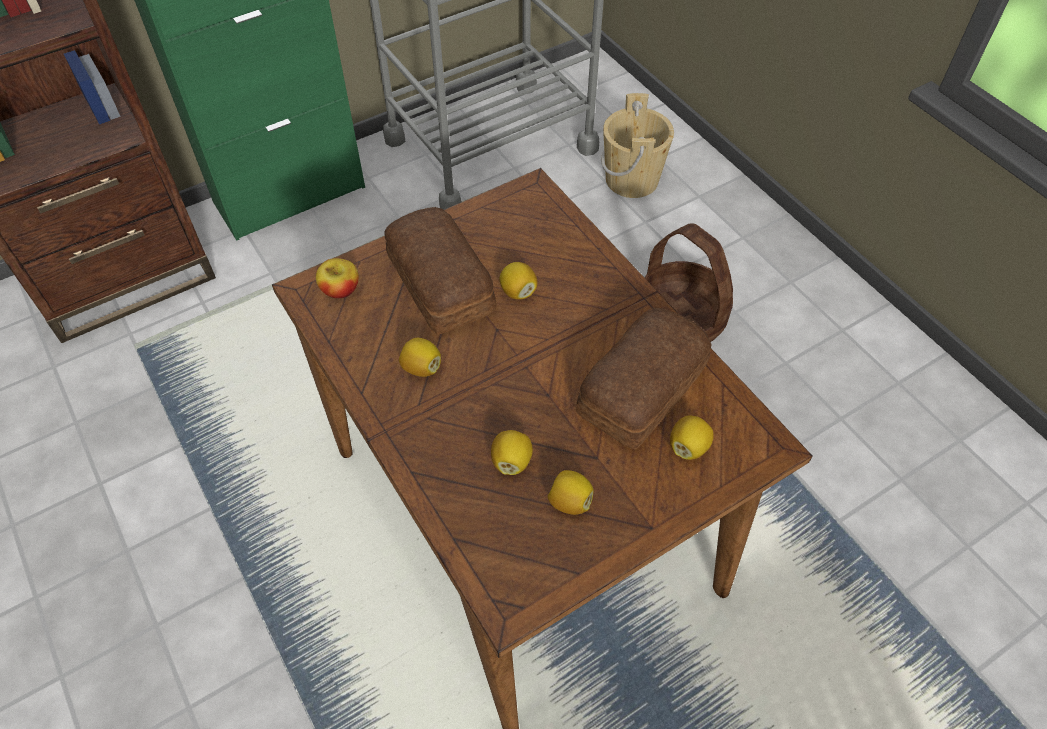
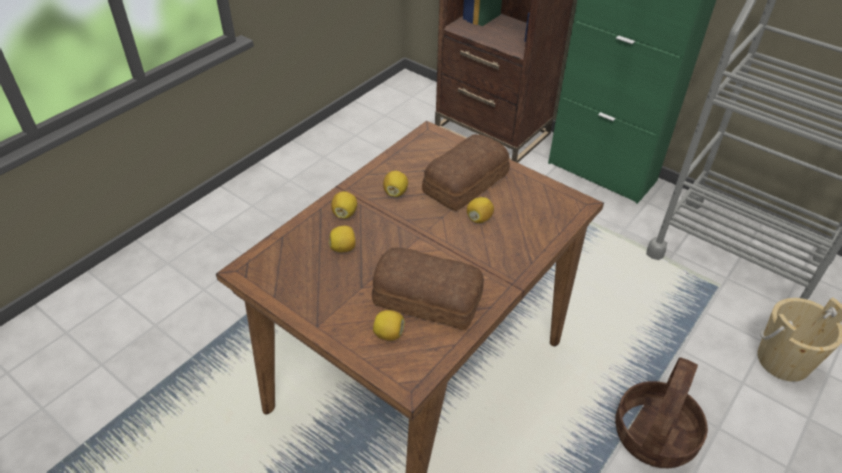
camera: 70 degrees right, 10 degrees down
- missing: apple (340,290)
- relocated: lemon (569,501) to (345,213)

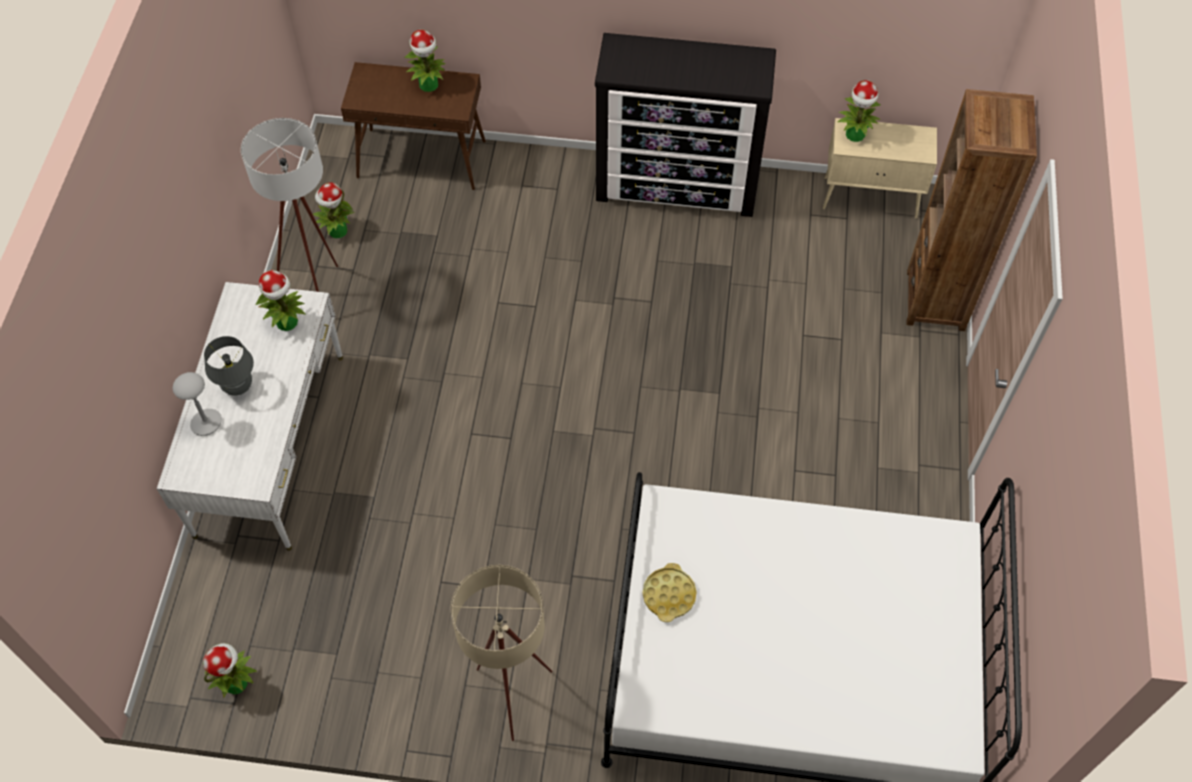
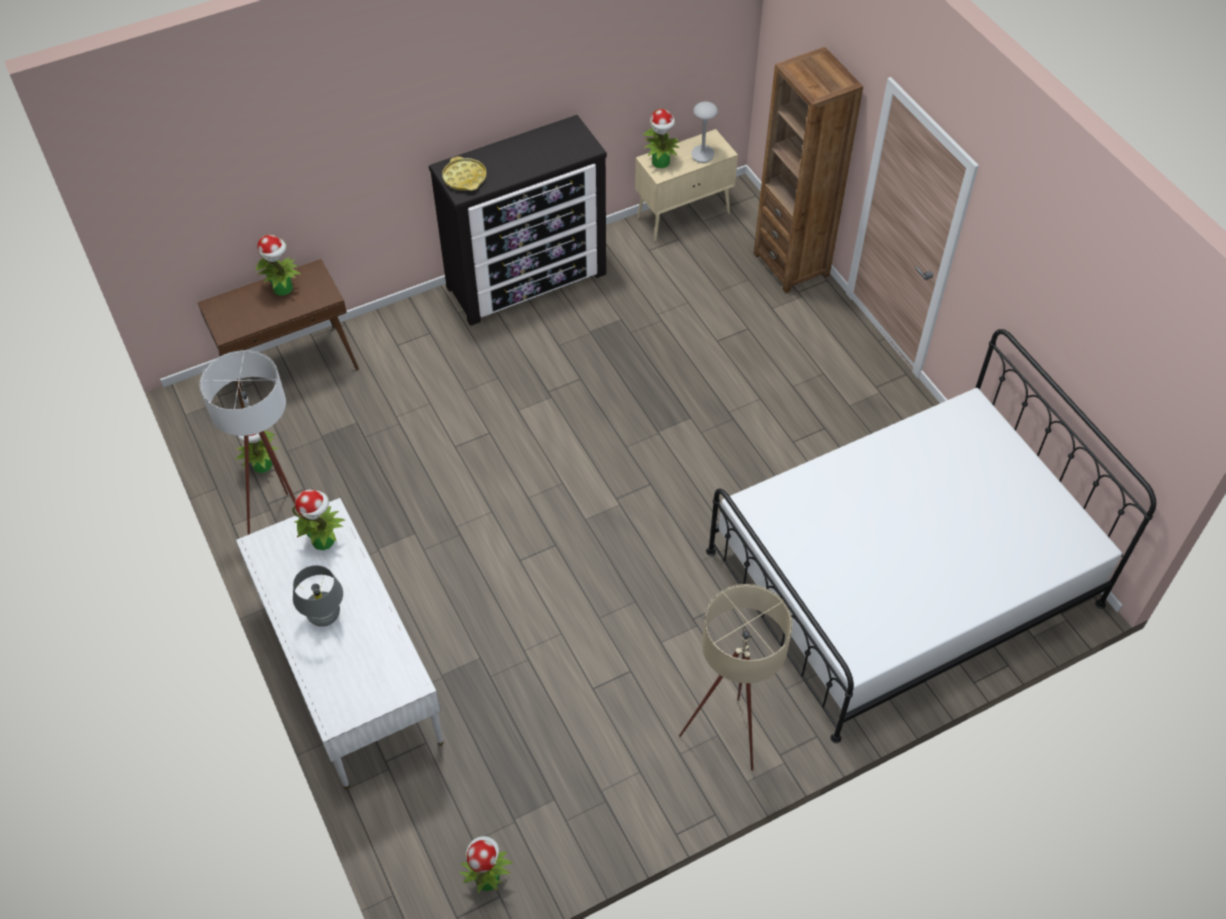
camera: 35 degrees left, 5 degrees down
- relocated: table lamp/grey (206,423) to (702,155)
- relocated: tray/yellow (669,595) to (464,178)

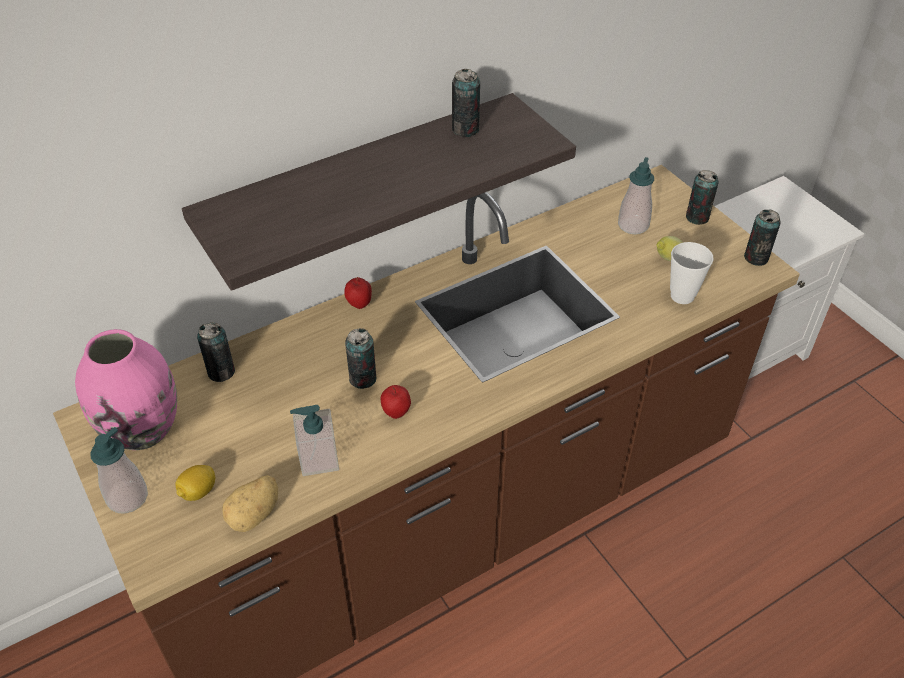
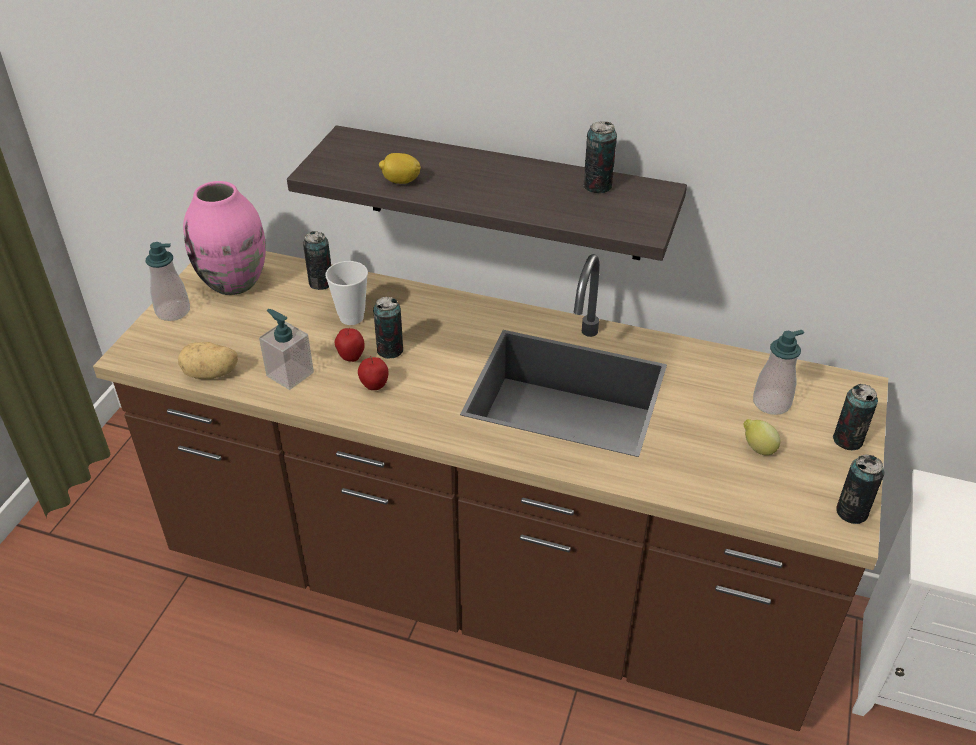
camera: 50 degrees right, 5 degrees down
- relocated: lemon (198,492) to (401,181)
- relocated: apple (359,305) to (351,357)
- relocated: cup (682,296) to (351,317)

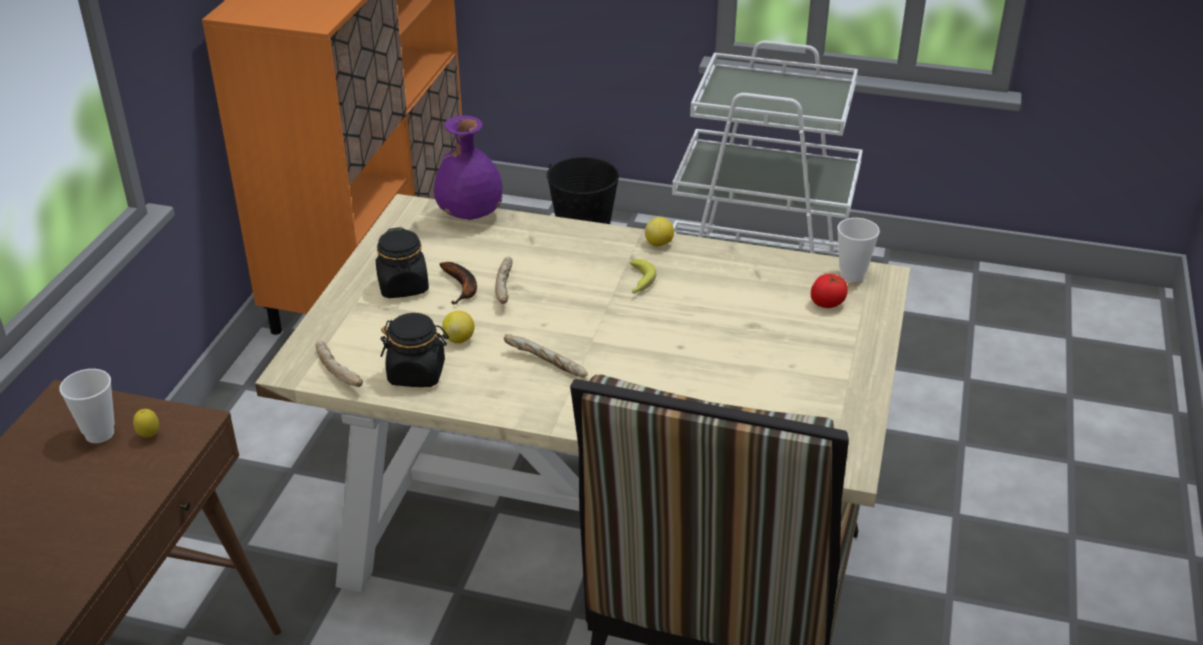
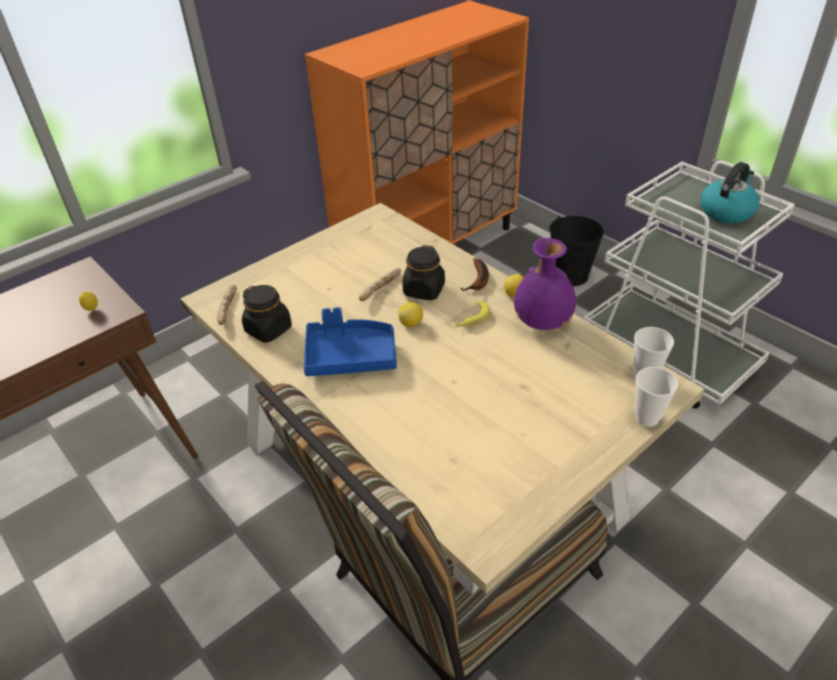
camera: 35 degrees right, 5 degrees up
- relocated: cup (99,434) to (647,418)
- relocated: jar/black (403,286) to (424,290)
- relocated: vase/purple (470,215) to (542,322)
- relocated: banana (462,287) to (478,280)
- relocated: lemon (459,339) to (411,323)
- exchanged: bread (545,364) to tray/blue (350,356)
- missing: tomato (827,303)
- appeared: kettle (726,211)

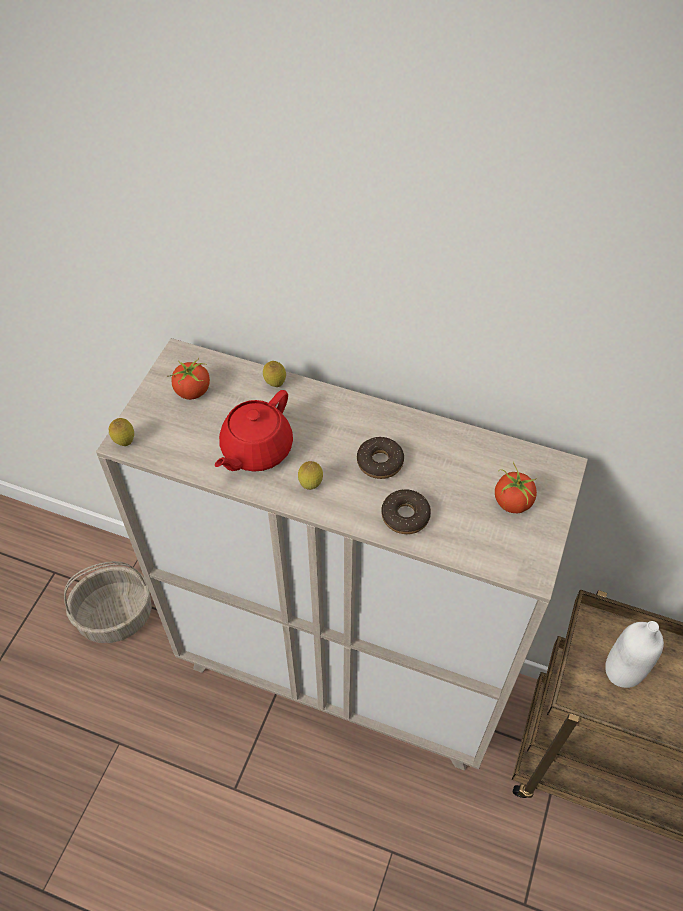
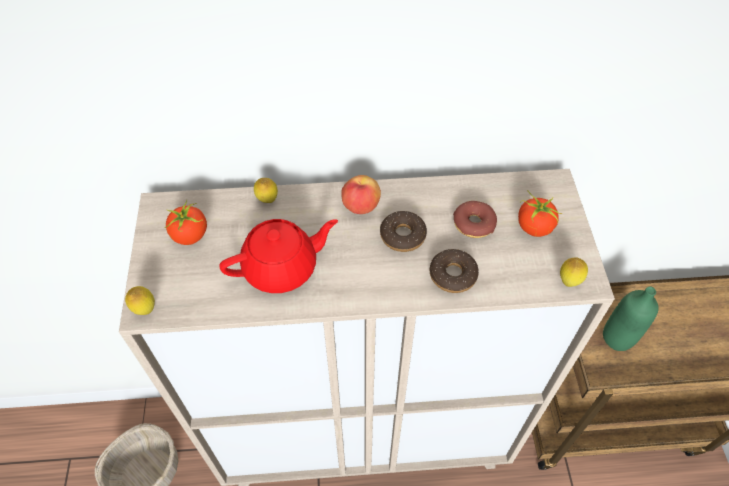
camera: 25 degrees left, 0 degrees up
- spun: teapot/red (255,450) = (282,268) 120 degrees counterclockwise
- relocated: lemon (311,485) to (569,281)
- colour: bottle/white (622,671) to bottle/green (617,338)
- appeared: apple (361,206)
- appeared: donut (473,224)

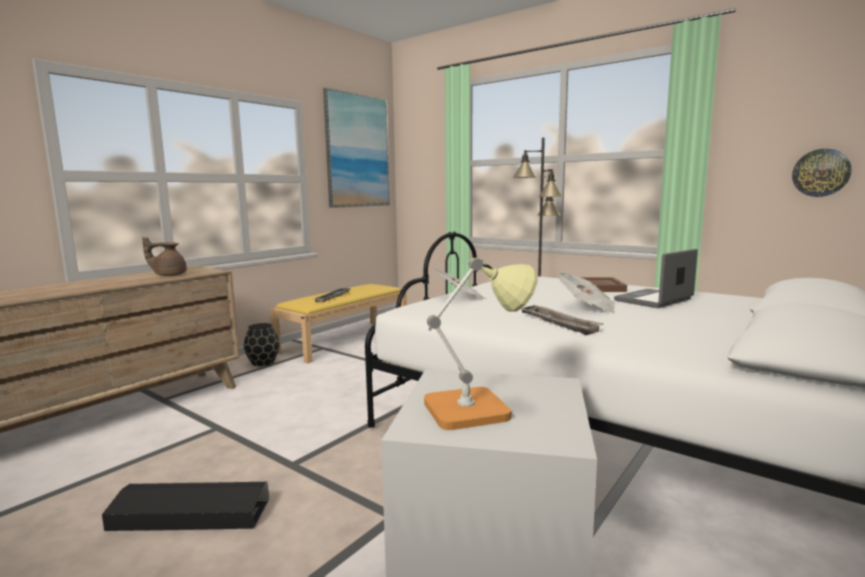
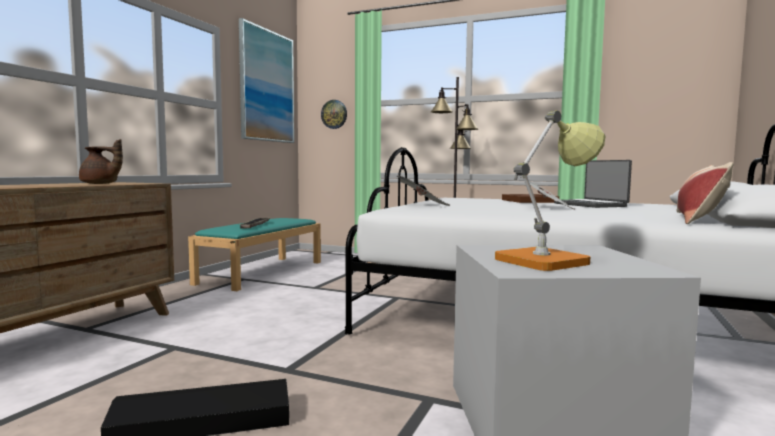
camera: 15 degrees left, 5 degrees down
- spun: teapot/brown (169,275) = (100,184) 150 degrees counterclockwise
- missing: vase/black (262,362)
- colour: bench/yellow (345,340) to bench/turquoise (262,272)
- missing: tray (558,323)
- spun: laptop (654,300) = (591,205) 60 degrees counterclockwise
- relocated: wall clock (821,173) to (334,114)
- appeared: pillow (699,218)

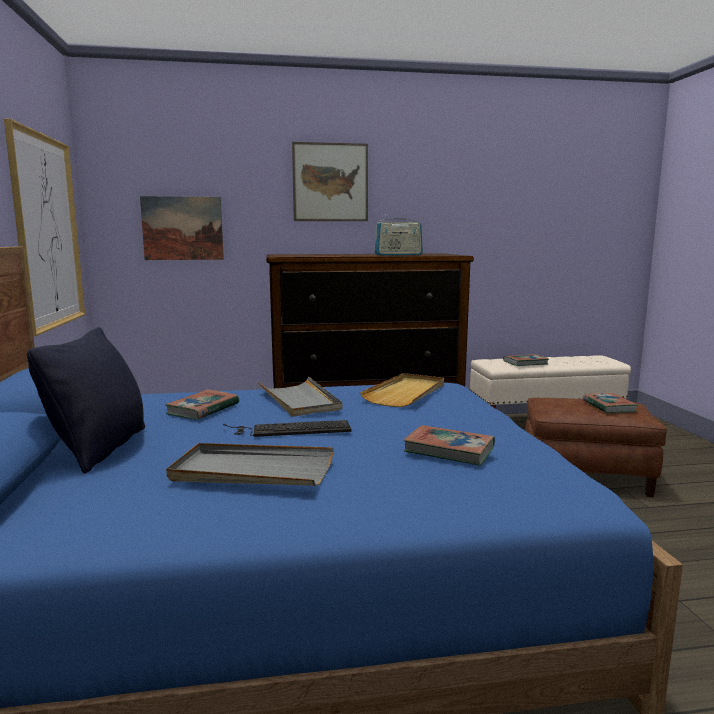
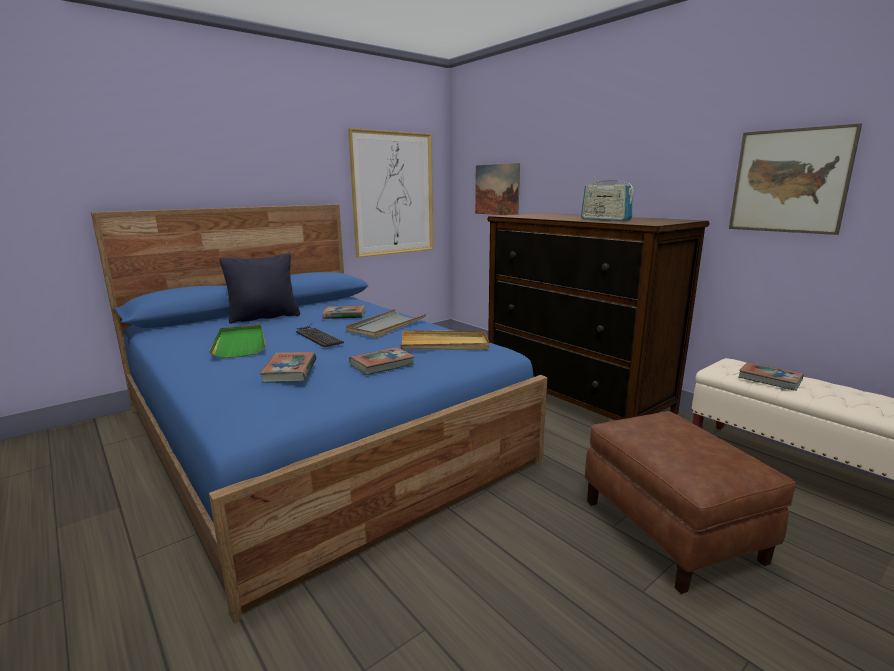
camera: 60 degrees right, 5 degrees up
- colour: tray/grey (252,471) to tray/green (240,343)
- relocated: picture (330,182) to (789,181)
- relocated: book (608,406) to (382,365)

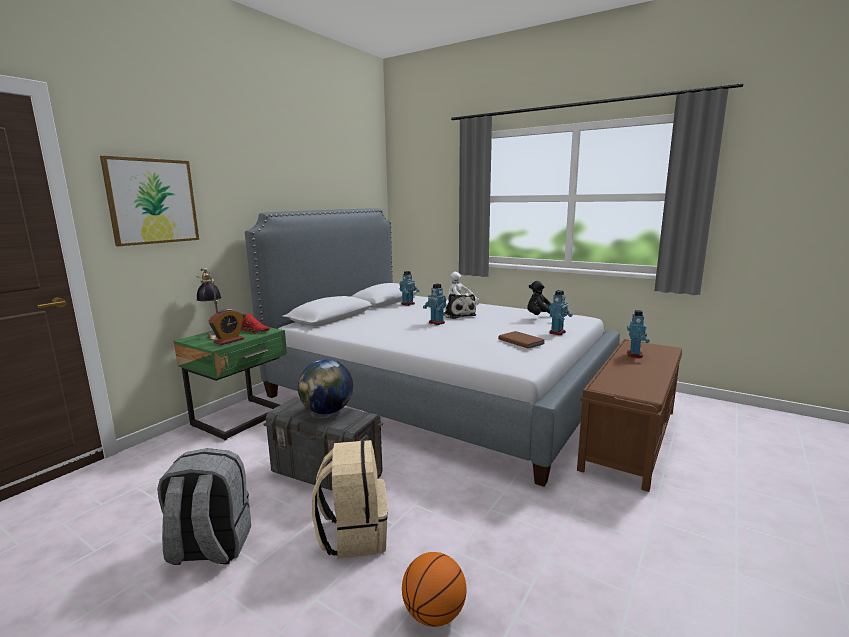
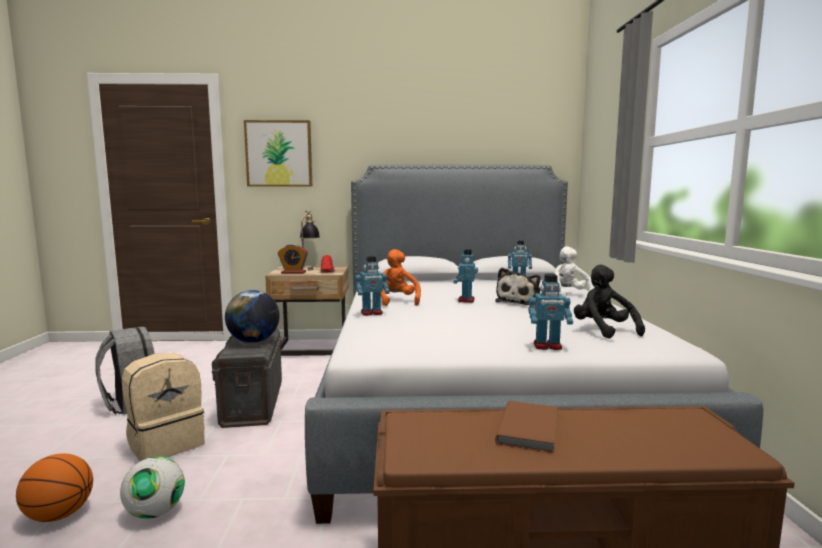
camera: 55 degrees right, 5 degrees down
- colour: nightstand/green (241,419) to nightstand/beige (311,349)
- relocated: book/brown (521,341) to (530,428)
- relocated: toy robot (635,355) to (372,313)
- appeared: football (155,512)
- appeared: plush toy/orange (395,301)

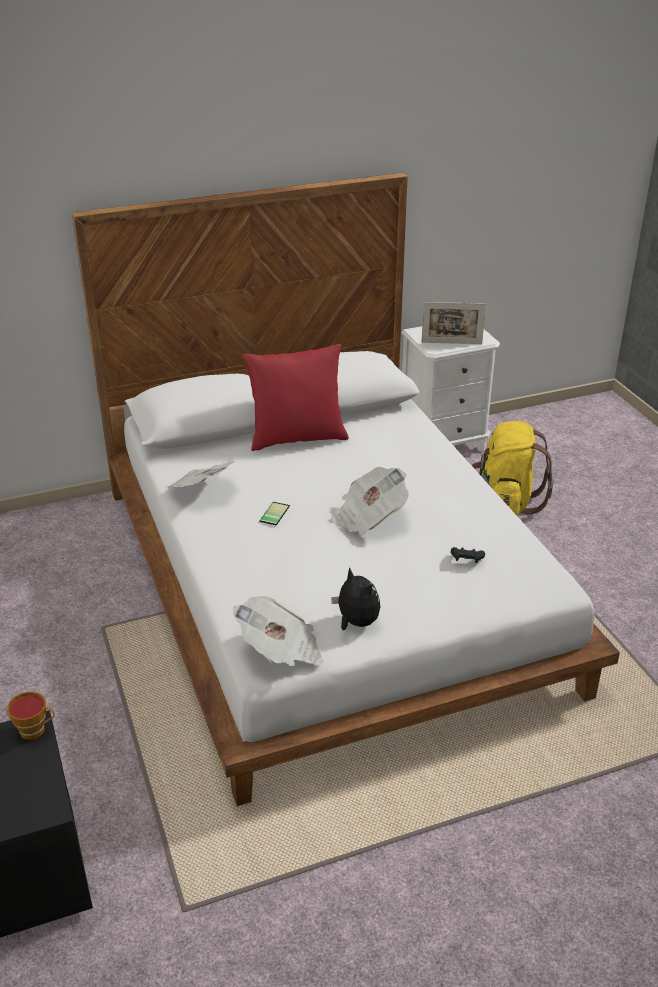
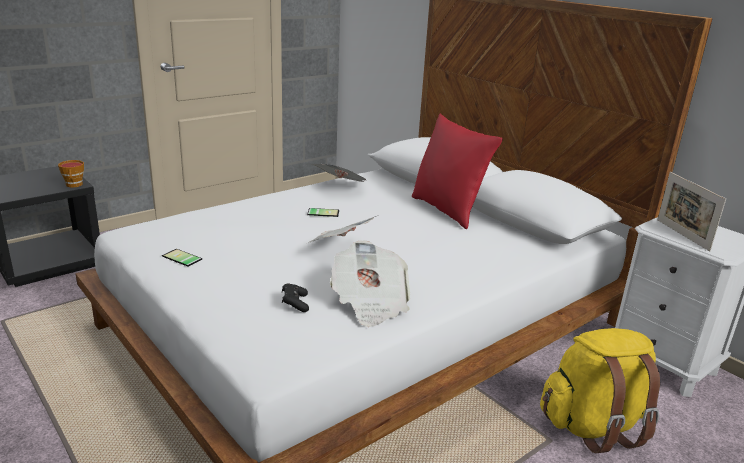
camera: 70 degrees right, 10 degrees down
- relocated: newspaper (280,650) to (370,303)
- exchanged: plush toy (356,622) to phone (180,258)

